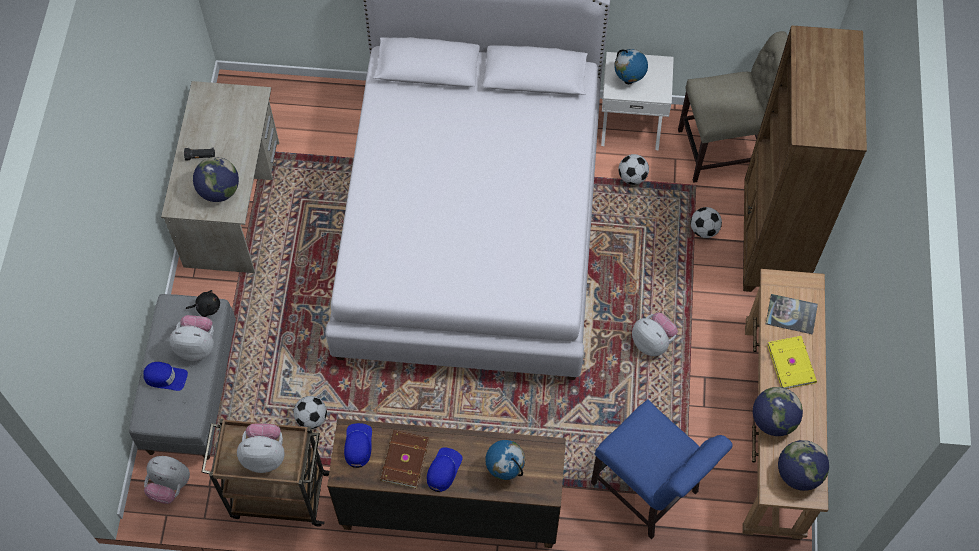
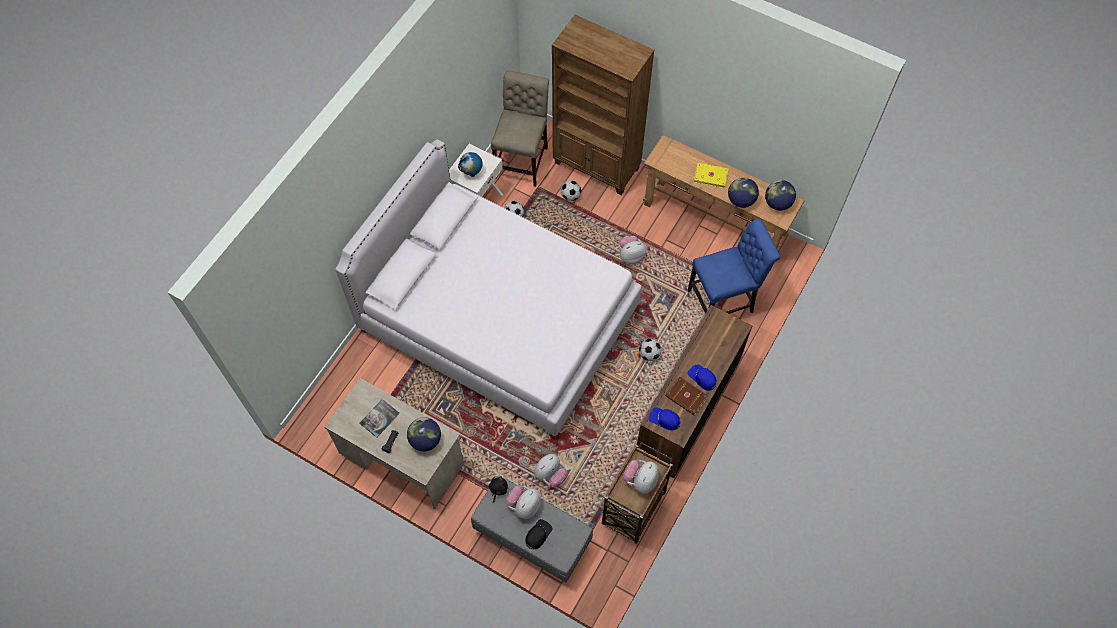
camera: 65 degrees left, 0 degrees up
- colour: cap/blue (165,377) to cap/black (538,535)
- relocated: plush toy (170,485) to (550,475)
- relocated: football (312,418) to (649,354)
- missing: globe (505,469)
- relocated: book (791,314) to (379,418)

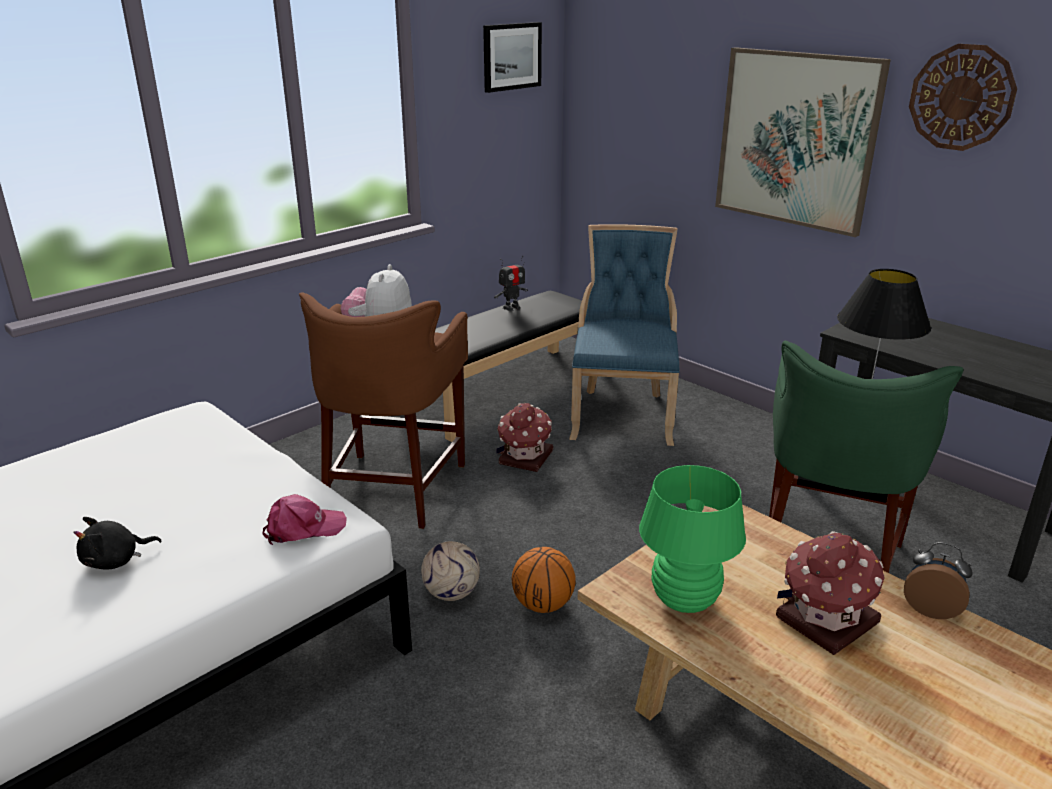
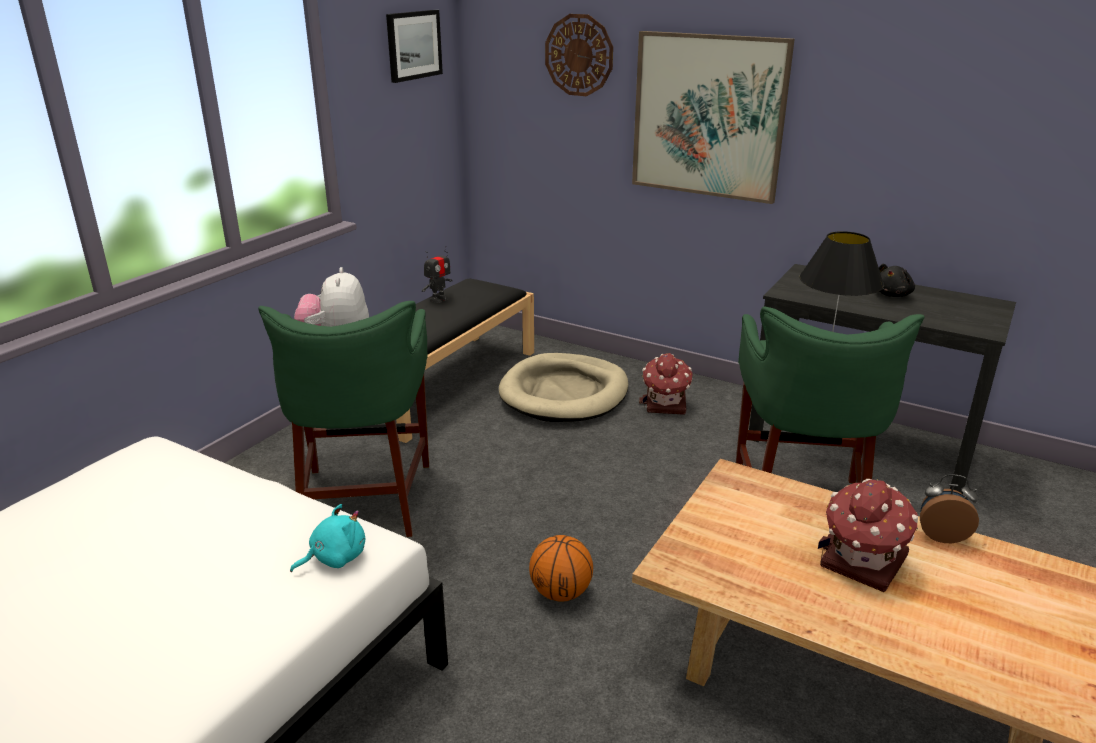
camera: 15 degrees left, 0 degrees up
- relocated: plush toy/black (116,560) to (893,295)
- exchanged: cap/pink (303,528) to plush toy/turquoise (334,558)
- colour: stool/brown (394,488) to stool/green (364,500)
- missing: football (452,593)
- relocated: toy house (525,458) to (665,404)
- exchanged: chair/blue (622,414) to dog bed/beige (564,393)
- missing: table lamp/green (685,600)
- relocated: wall clock (961,97) to (579,55)

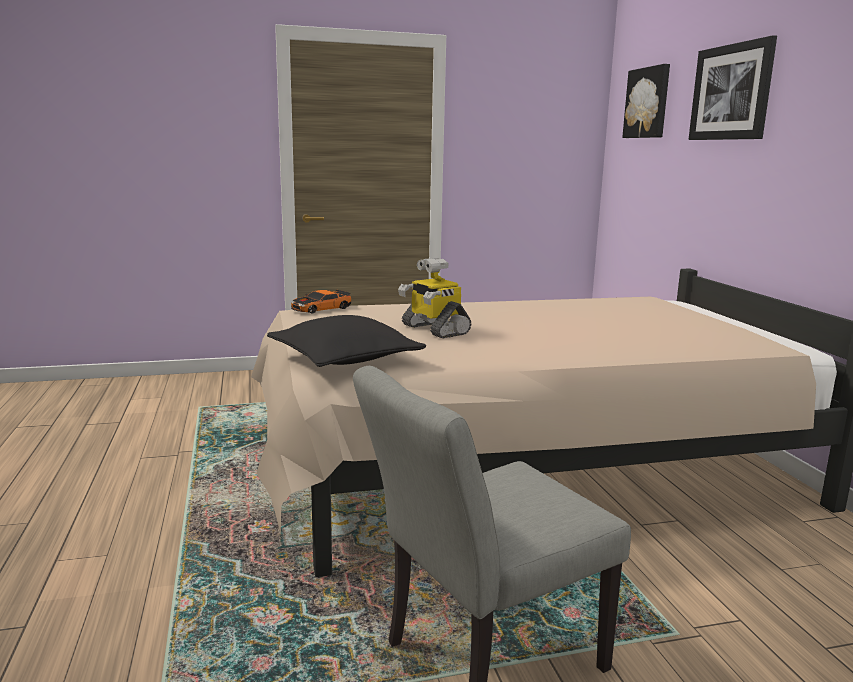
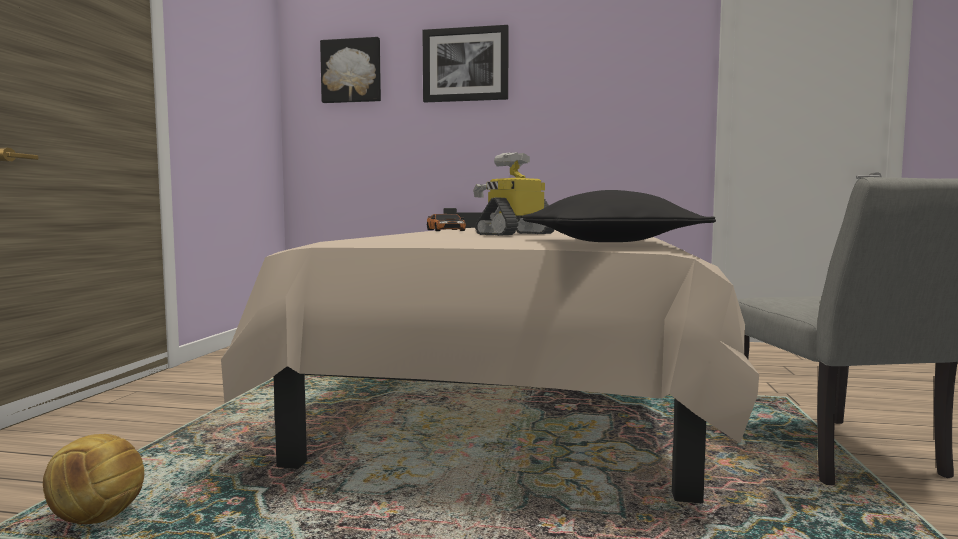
camera: 65 degrees left, 10 degrees down
- relocated: toy car (321,308) to (446,230)
- spun: toy robot (434,329) = (515,234) 150 degrees clockwise
- appeared: football (97,518)

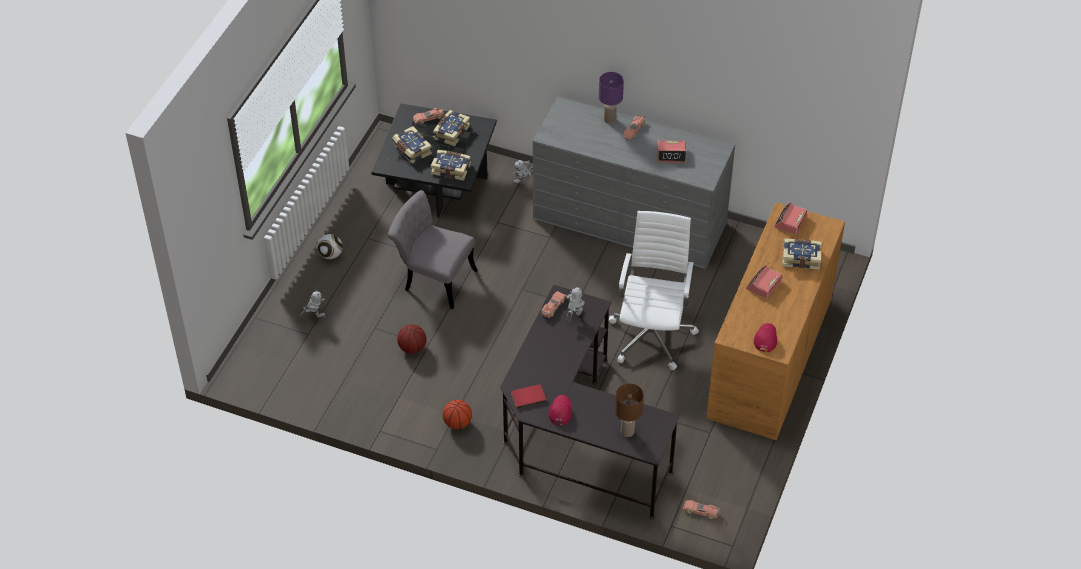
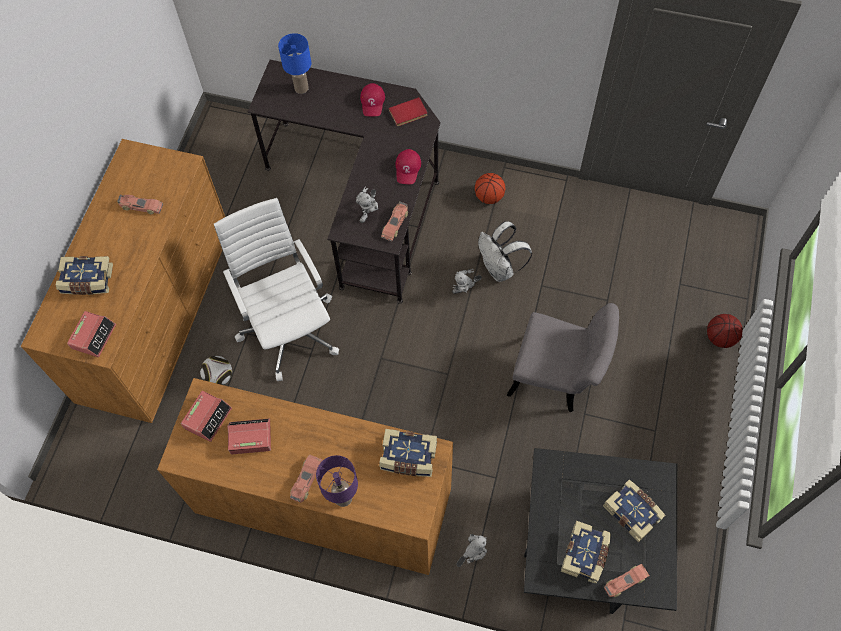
camera: 175 degrees right, 15 degrees up
- relocated: toy robot (313,316) to (465,290)
- relocated: football (331,255) to (219,377)
- relocated: basketball (412,348) to (720,338)
- relocated: book (451,169) to (408,457)
- colour: dresser/grey (629,221) to dresser/brown (323,500)
- spun: office chair/white (652,334) = (289,328) 150 degrees clockwise
- colour: table lamp/brown (628,431) to table lamp/blue (301,88)
- relocated: toy car (701,511) to (141,206)
- relocated: alarm clock (763,285) to (207,418)
- relocated: cap/red (765,338) to (408,168)
- appeared: backpack/white (500,269)

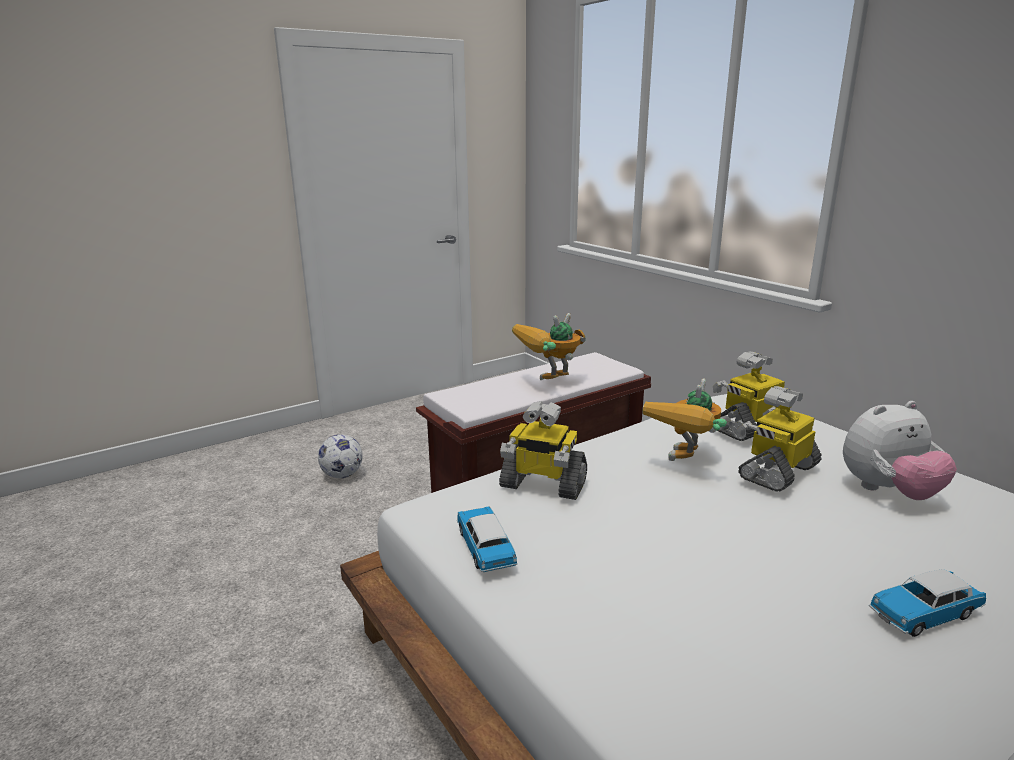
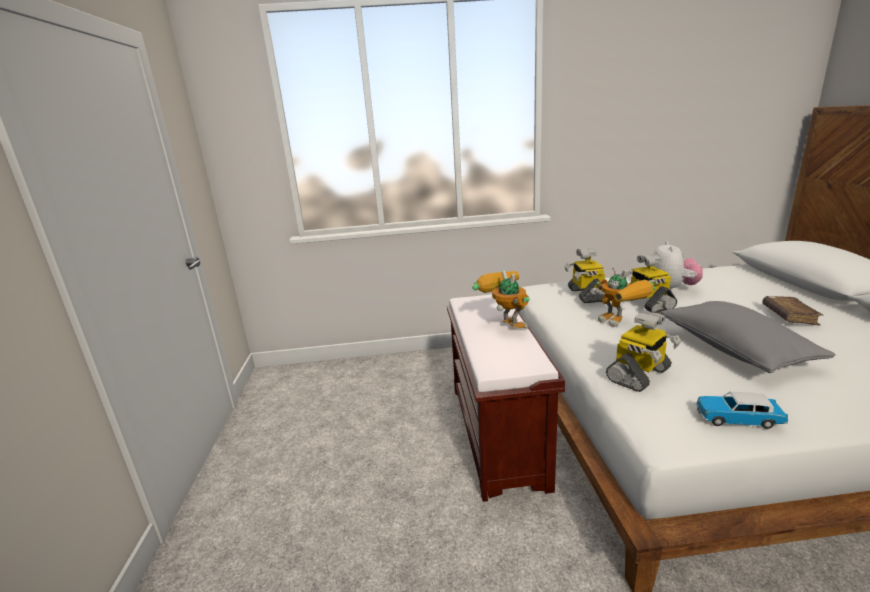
camera: 60 degrees left, 0 degrees up
- missing: football (342,475)
- spun: toy robot (548,384) = (504,325) 150 degrees clockwise
- exchanged: toy car (923,614) to book/brown (789,316)
- appeared: pillow/grey (734,350)

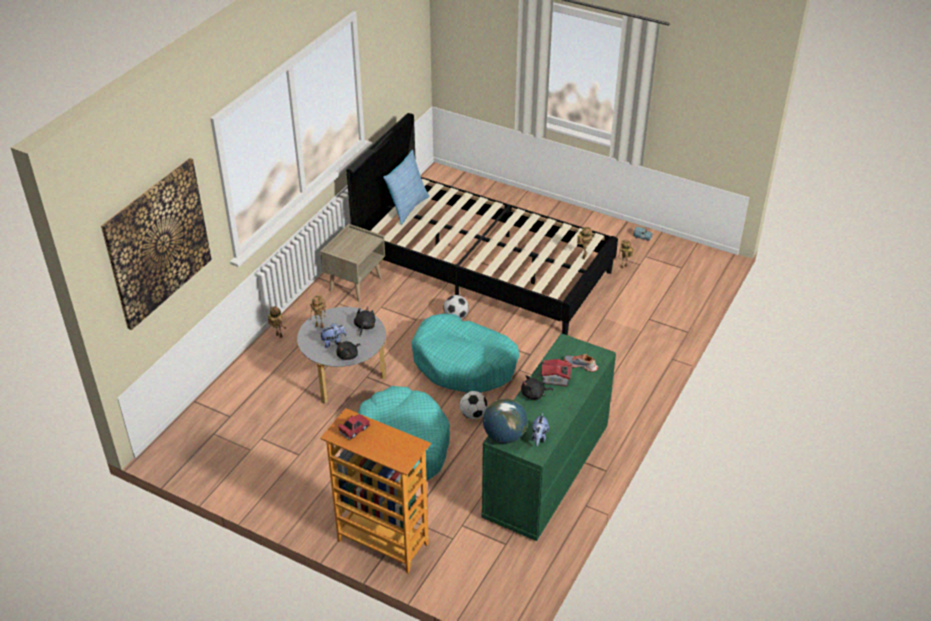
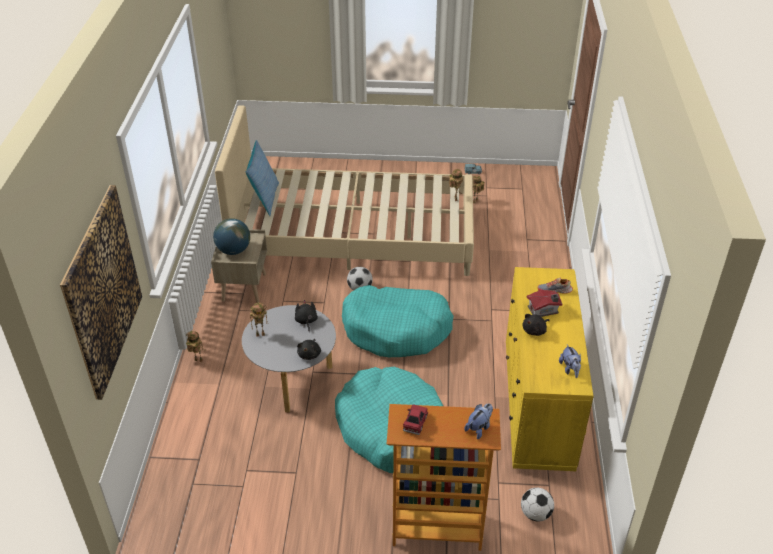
camera: 25 degrees left, 0 degrees up
- relocated: plush toy (333,342) to (479,428)
- colour: bed/black (483,267) to bed/beige (353,236)
- relocated: football (473,414) to (535,513)
- colour: dresser/green (545,474) to dresser/yellow (537,405)
- relocated: globe (504,436) to (234,250)

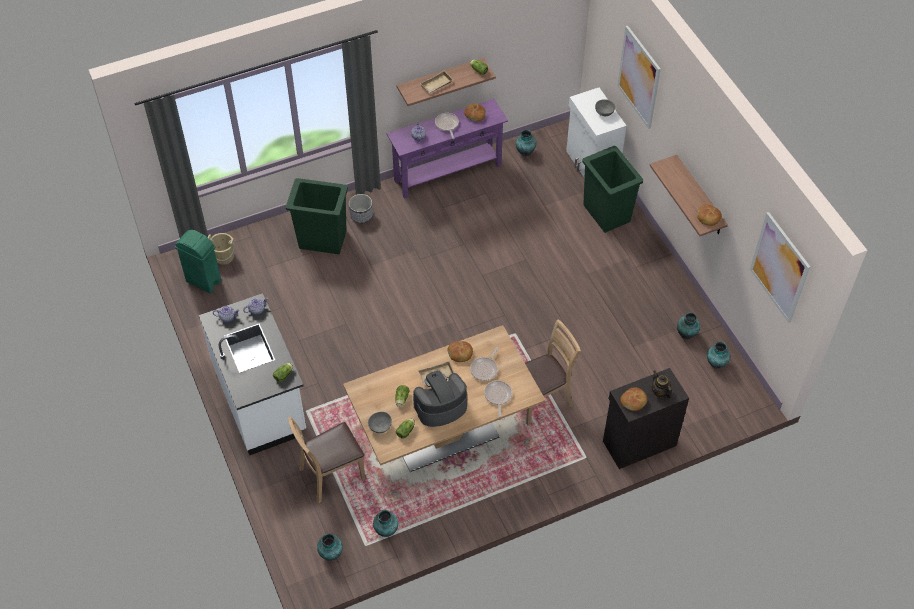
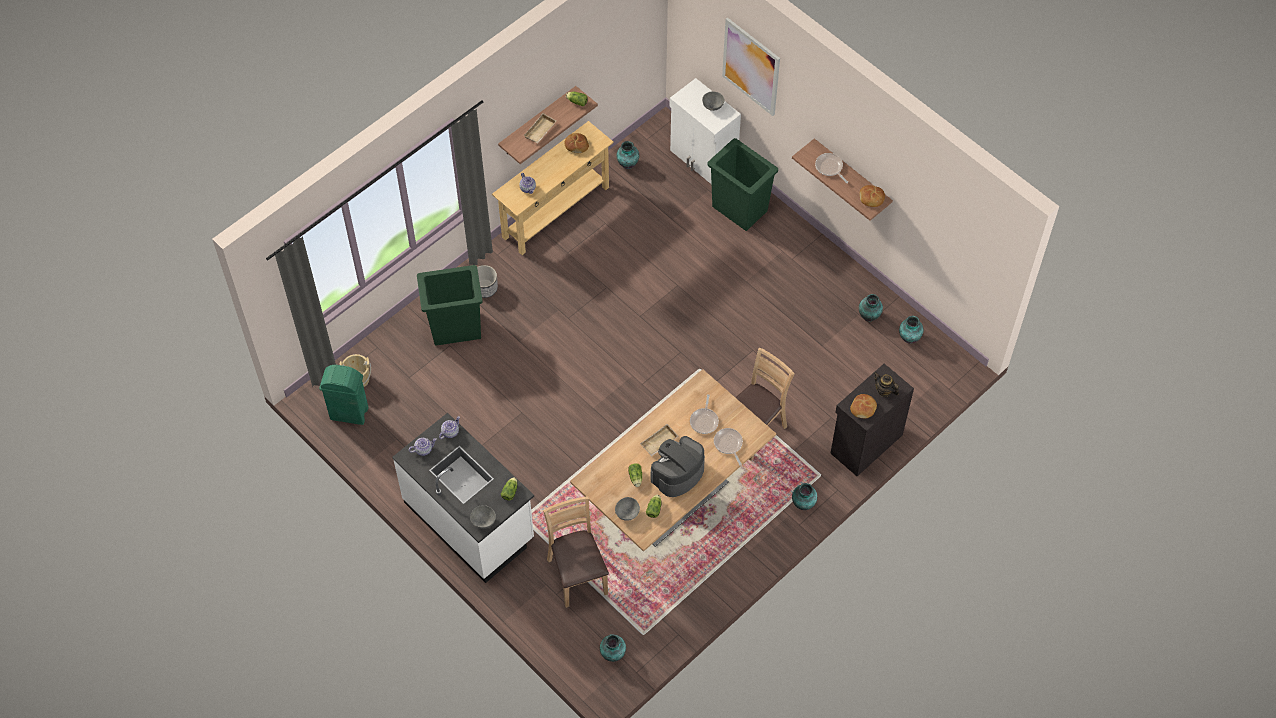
camera: 20 degrees left, 5 degrees up
- spun: chair/brown (331,475) = (577,575) 120 degrees clockwise
- relocated: vase (386,531) to (803,504)
- colour: console table/purple (447,172) to console table/beige (555,212)
- relocated: frying pan (447,125) to (830,167)
- missing: bread (460,354)
- missing: picture (780,267)
- appeared: bowl/grey (483,521)

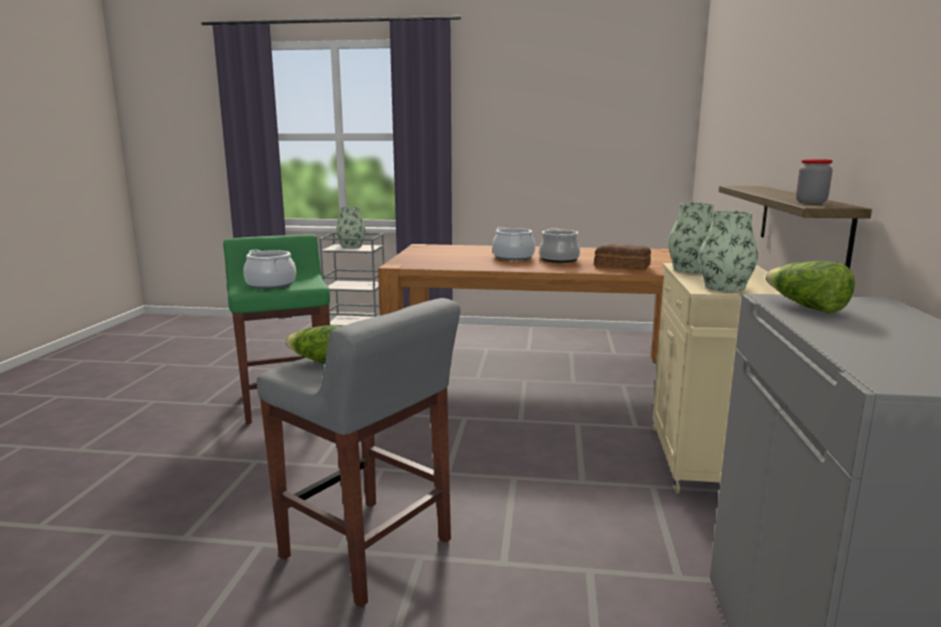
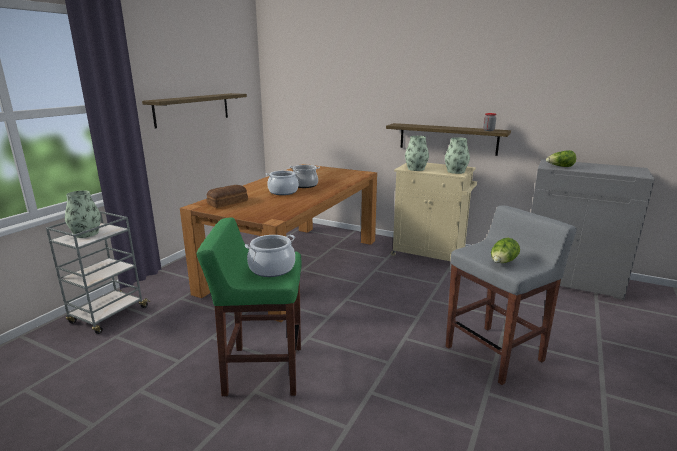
camera: 70 degrees left, 5 degrees up
- relocated: bread (622,266) to (228,202)
- appeared: shelf (192,109)

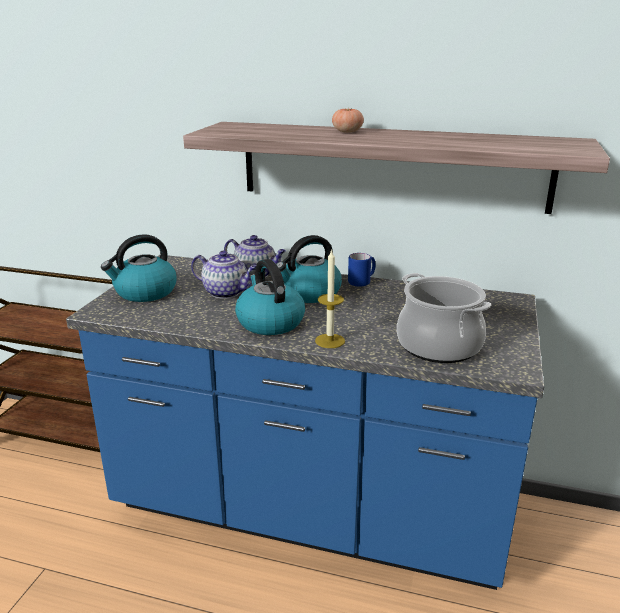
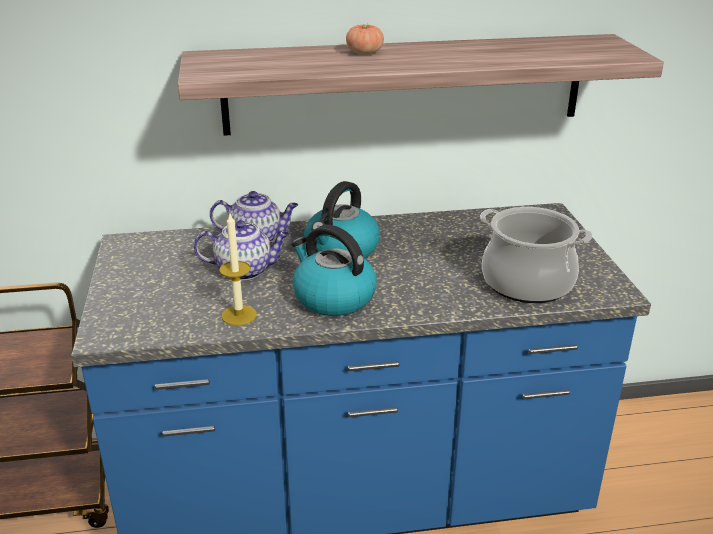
camera: 25 degrees left, 5 degrees up
- missing: kettle (145,292)
- relocated: candle (330,341) to (239,315)
- missing: mug/blue (362,282)

